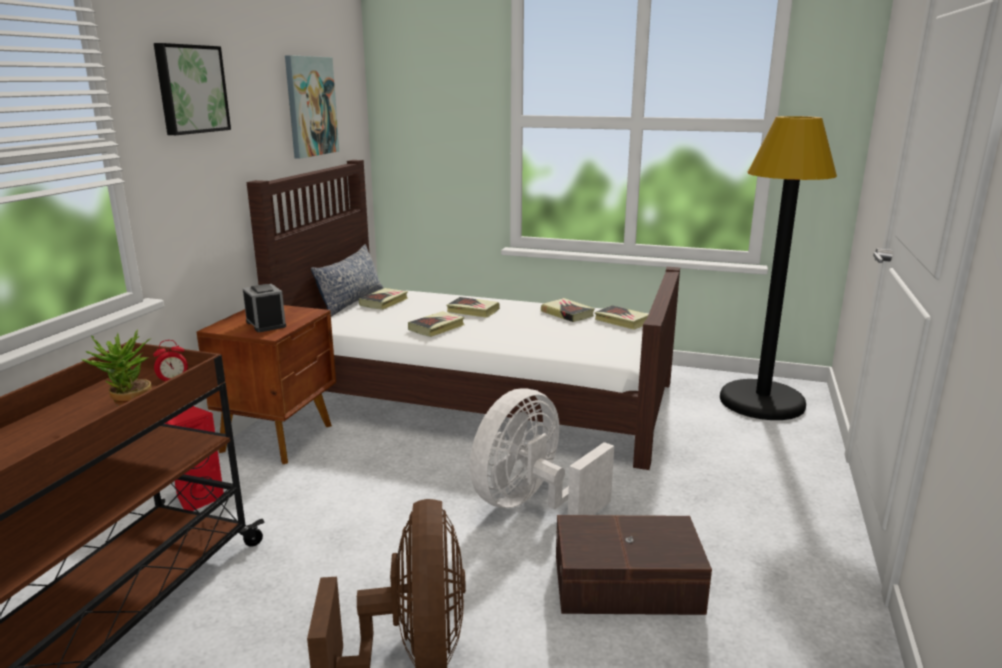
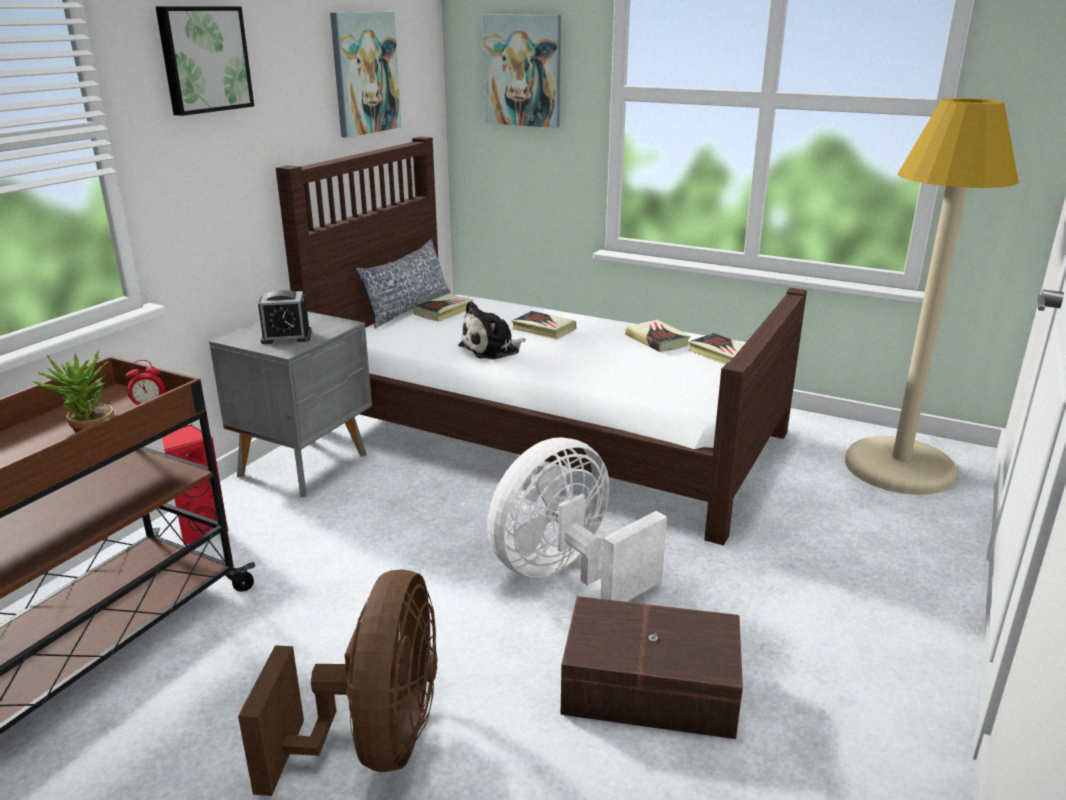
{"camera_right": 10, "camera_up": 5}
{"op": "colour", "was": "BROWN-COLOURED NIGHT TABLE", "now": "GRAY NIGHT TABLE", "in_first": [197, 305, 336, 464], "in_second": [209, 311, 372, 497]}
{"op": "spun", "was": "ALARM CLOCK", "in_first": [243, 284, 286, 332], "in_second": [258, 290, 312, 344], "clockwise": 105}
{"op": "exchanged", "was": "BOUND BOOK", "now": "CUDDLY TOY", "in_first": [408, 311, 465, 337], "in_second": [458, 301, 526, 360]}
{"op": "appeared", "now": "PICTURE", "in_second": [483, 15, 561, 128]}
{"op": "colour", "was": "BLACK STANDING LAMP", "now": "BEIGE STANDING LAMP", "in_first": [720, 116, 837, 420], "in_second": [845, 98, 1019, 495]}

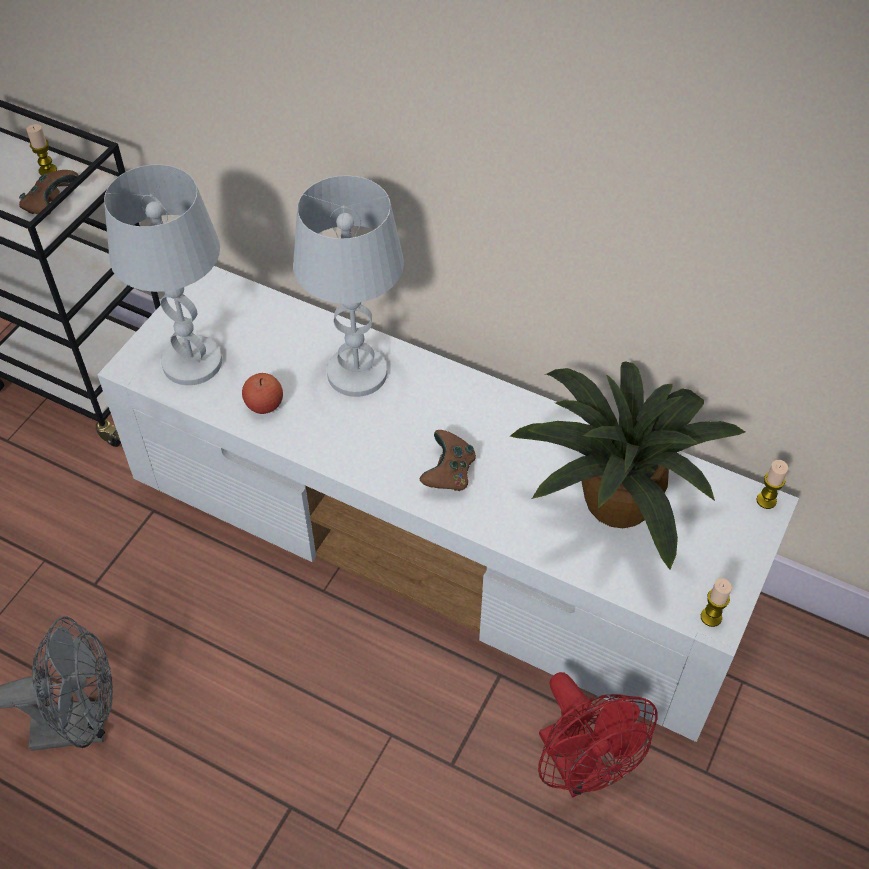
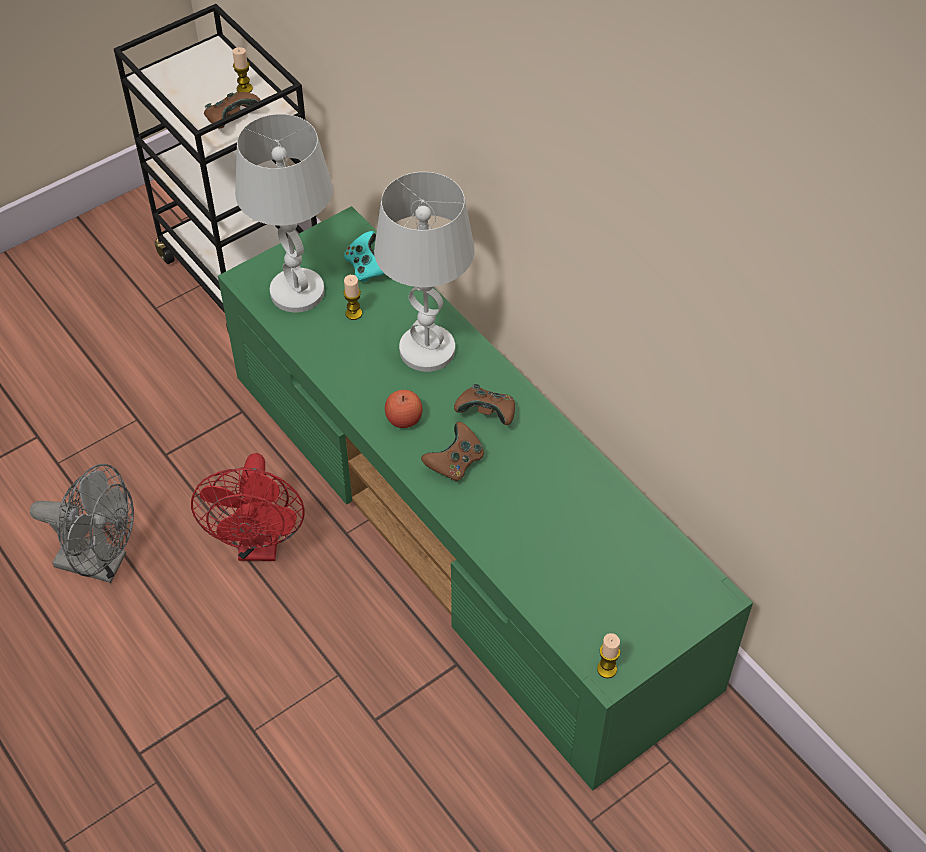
{"camera_right": 25, "camera_up": 0}
{"op": "relocated", "was": "RED-COLOURED ELECTRIC FAN", "in_first": [538, 672, 657, 797], "in_second": [191, 453, 305, 561]}
{"op": "colour", "was": "WHITE MEDIA CONSOLE", "now": "GREEN MEDIA CONSOLE", "in_first": [97, 266, 799, 742], "in_second": [218, 206, 753, 791]}
{"op": "relocated", "was": "CANDLE", "in_first": [756, 460, 788, 509], "in_second": [343, 275, 362, 320]}
{"op": "appeared", "now": "BLUE-GREEN GAME CONTROLLER", "in_second": [344, 231, 385, 283]}
{"op": "relocated", "was": "APPLE", "in_first": [242, 373, 283, 414], "in_second": [385, 390, 422, 428]}
{"op": "appeared", "now": "BROWN-COLOURED GAME CONTROLLER", "in_second": [454, 384, 515, 425]}
{"op": "missing", "was": "POTTED PLANT", "in_first": [510, 361, 745, 570]}

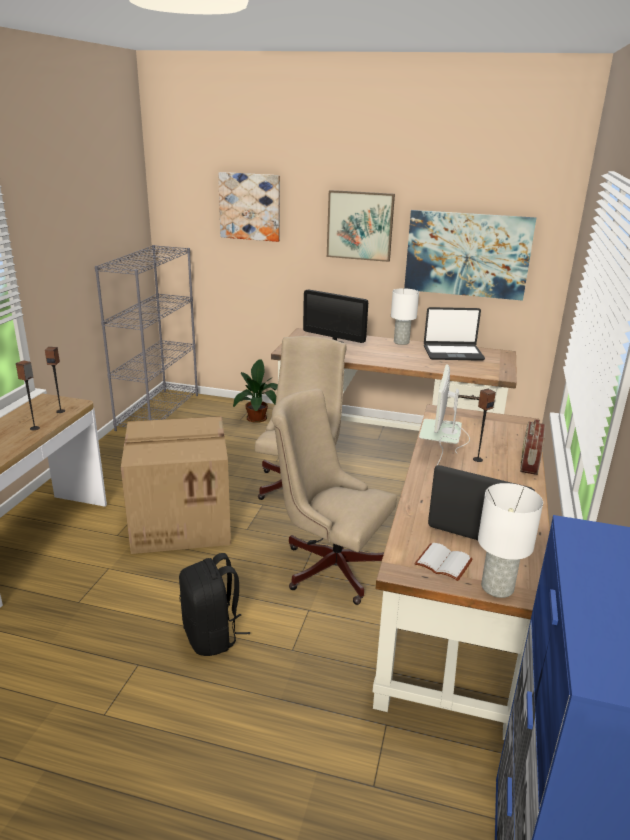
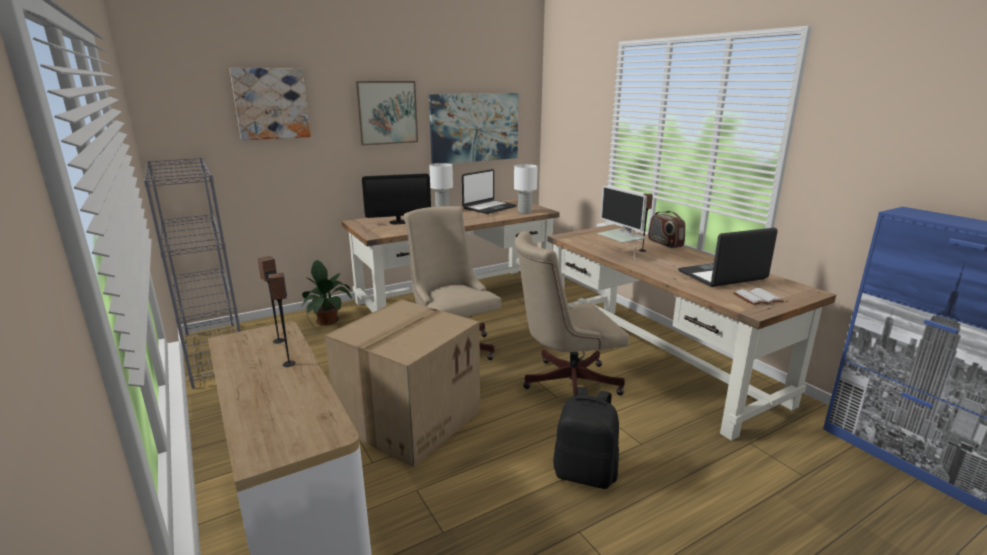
{"camera_right": -45, "camera_up": -5}
{"op": "relocated", "was": "WHITE TABLE LAMP", "in_first": [478, 483, 543, 598], "in_second": [514, 164, 538, 214]}

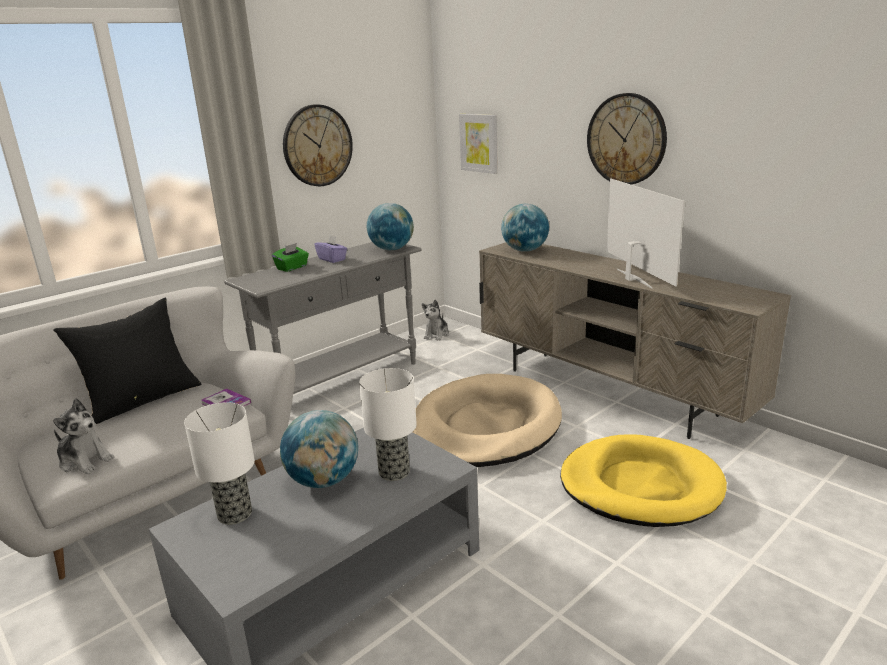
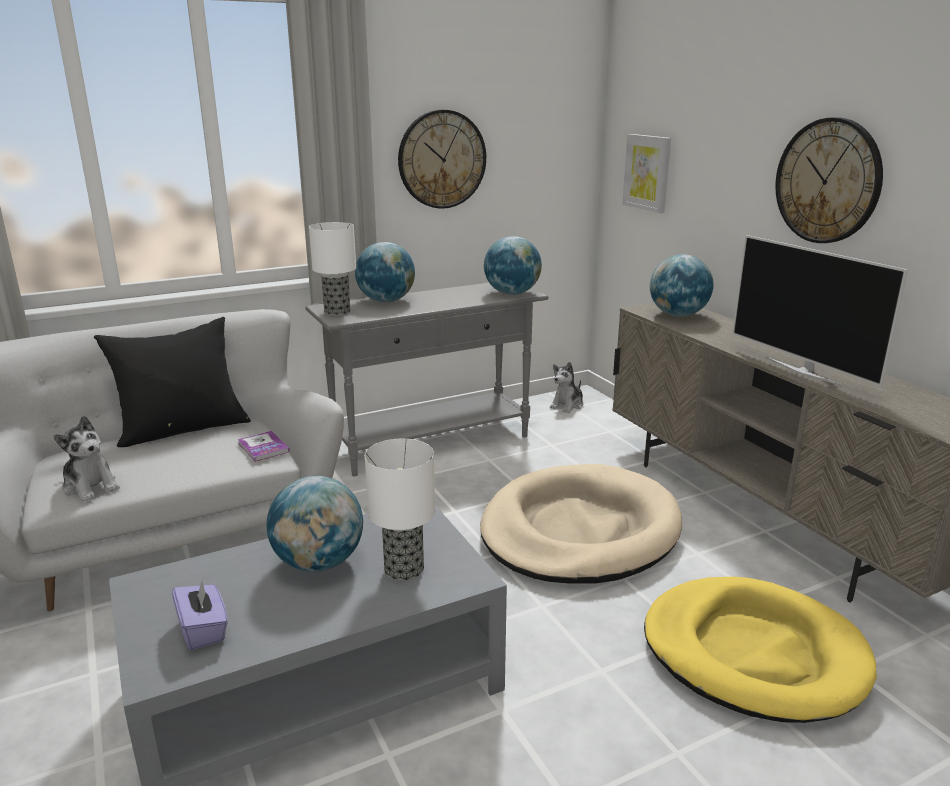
{"camera_right": 15, "camera_up": 0}
{"op": "relocated", "was": "PURPLE-COLOURED TISSUE BOX", "in_first": [314, 235, 347, 263], "in_second": [172, 577, 228, 650]}
{"op": "relocated", "was": "TABLE LAMP", "in_first": [184, 402, 255, 525], "in_second": [309, 222, 356, 316]}
{"op": "exchanged", "was": "GREEN TISSUE BOX", "now": "GLOBE", "in_first": [272, 243, 309, 272], "in_second": [355, 242, 415, 302]}
{"op": "spun", "was": "TELEVISION", "in_first": [607, 179, 685, 288], "in_second": [732, 235, 908, 387], "clockwise": 150}

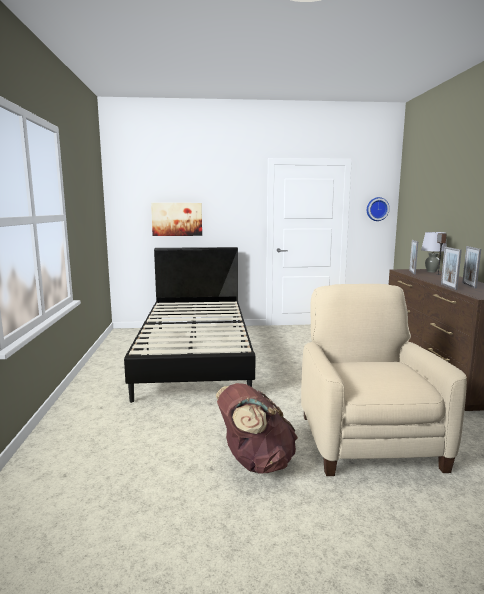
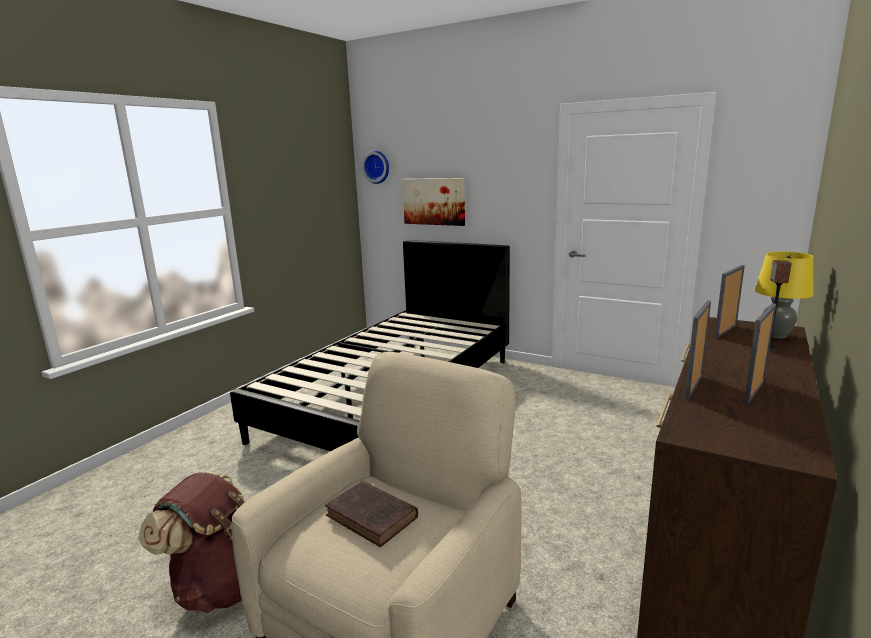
{"camera_right": 35, "camera_up": 5}
{"op": "appeared", "now": "BROWN-COLOURED BOUND BOOK", "in_second": [325, 481, 418, 547]}
{"op": "relocated", "was": "HANGING CLOCK", "in_first": [367, 197, 390, 221], "in_second": [362, 150, 389, 184]}
{"op": "colour", "was": "GRAY TABLE LAMP", "now": "YELLOWISH TABLE LAMP", "in_first": [421, 232, 447, 272], "in_second": [755, 251, 814, 338]}

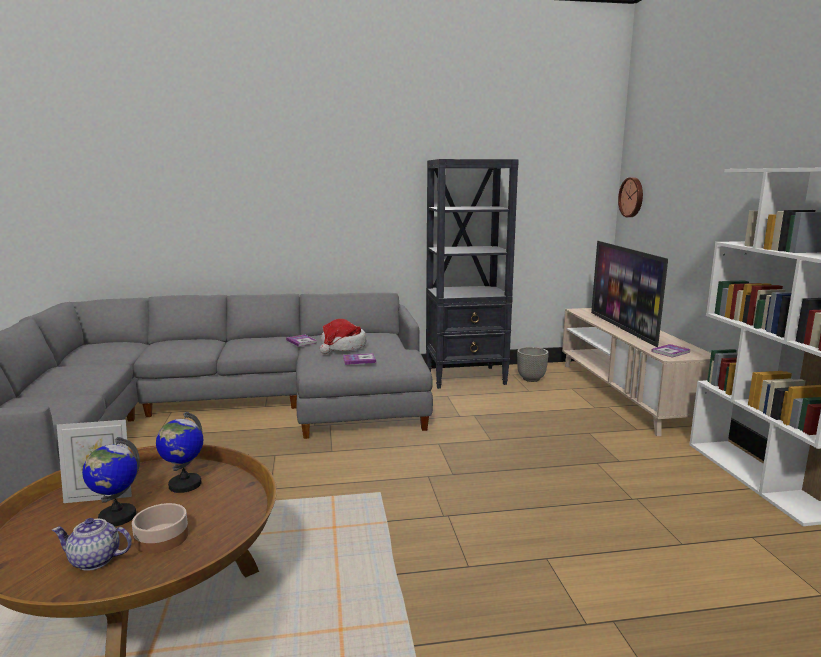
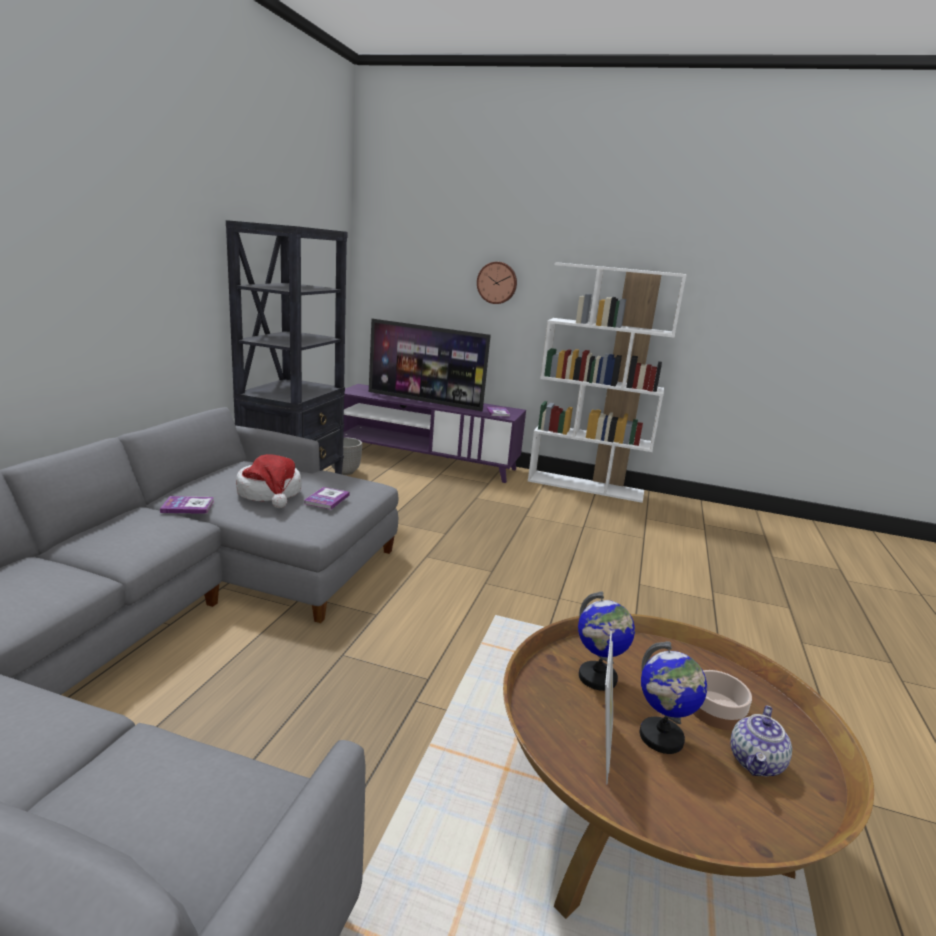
{"camera_right": -65, "camera_up": 5}
{"op": "colour", "was": "BEIGE MEDIA CONSOLE", "now": "PURPLE-COLOURED MEDIA CONSOLE", "in_first": [562, 308, 711, 436], "in_second": [343, 384, 526, 483]}
{"op": "relocated", "was": "HANGING CLOCK", "in_first": [618, 177, 643, 217], "in_second": [477, 262, 517, 304]}

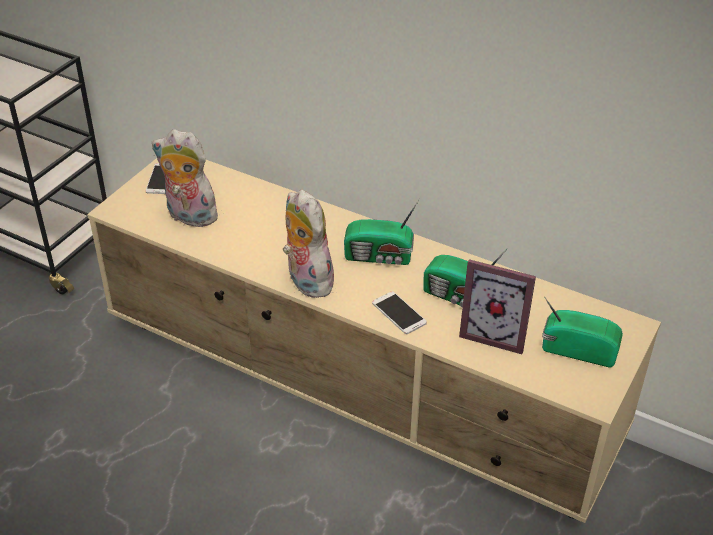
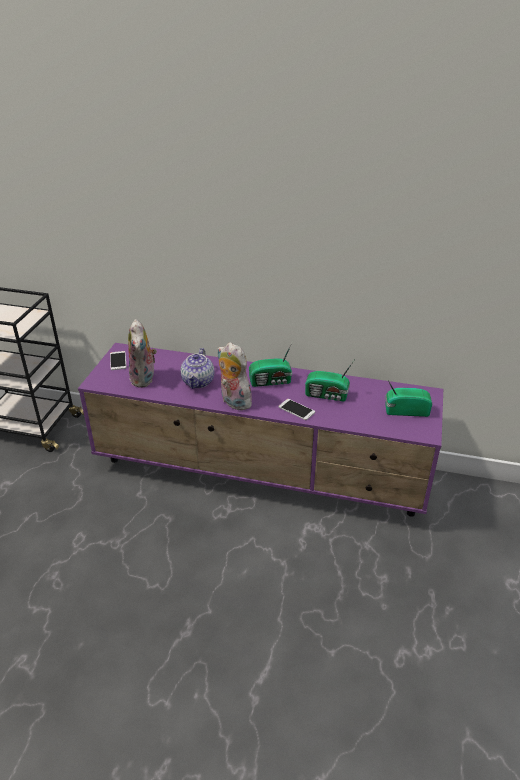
{"camera_right": -15, "camera_up": -5}
{"op": "colour", "was": "BEIGE MEDIA CONSOLE", "now": "PURPLE-COLOURED MEDIA CONSOLE", "in_first": [87, 158, 661, 523], "in_second": [78, 343, 443, 517]}
{"op": "spun", "was": "CUDDLY TOY", "in_first": [152, 129, 218, 227], "in_second": [128, 319, 157, 388], "clockwise": -105}
{"op": "appeared", "now": "POT FOR TEA", "in_second": [181, 348, 214, 389]}
{"op": "missing", "was": "PHOTO FRAME", "in_first": [459, 259, 536, 354]}

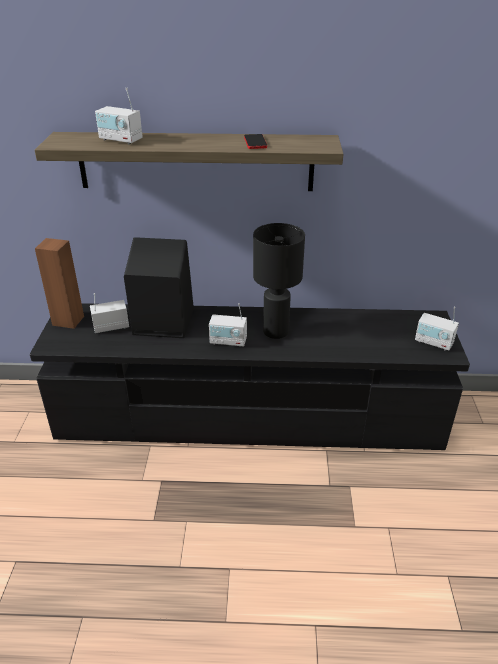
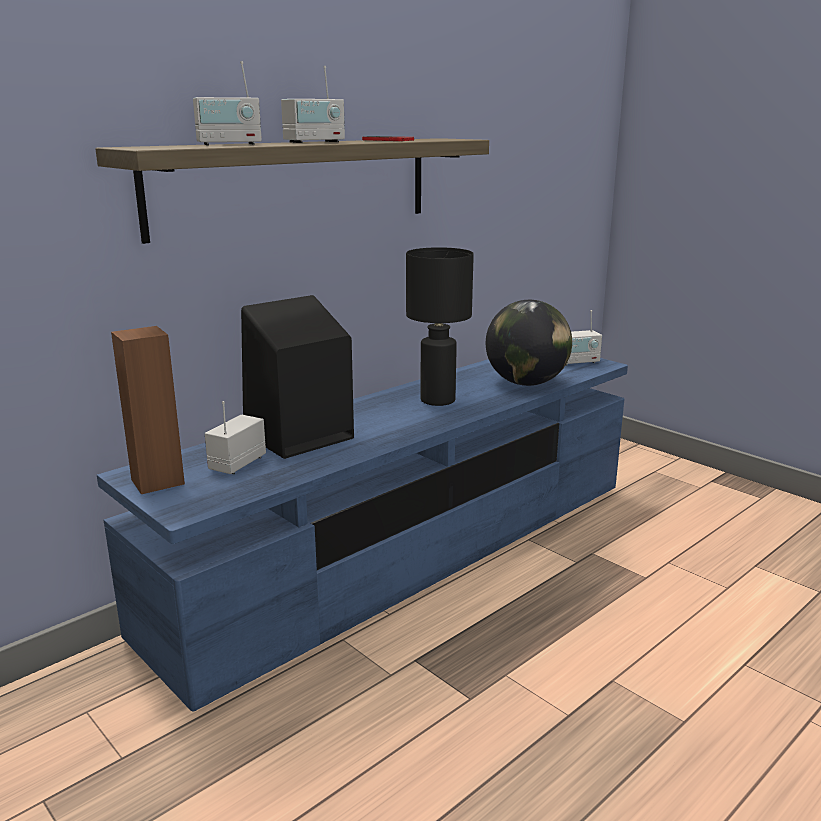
{"camera_right": -45, "camera_up": -15}
{"op": "colour", "was": "BLACK MEDIA CONSOLE", "now": "BLUISH MEDIA CONSOLE", "in_first": [30, 303, 470, 450], "in_second": [97, 358, 628, 711]}
{"op": "relocated", "was": "RADIO RECEIVER", "in_first": [209, 303, 247, 347], "in_second": [281, 66, 345, 143]}
{"op": "appeared", "now": "GLOBE", "in_second": [486, 300, 572, 386]}

